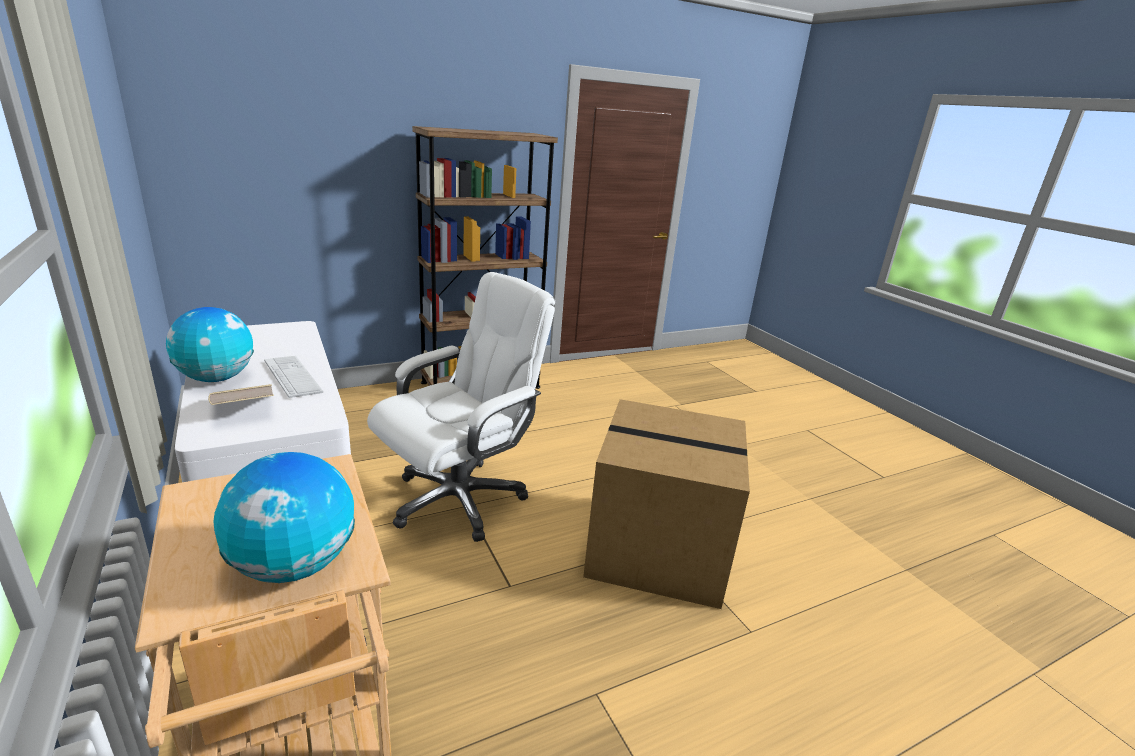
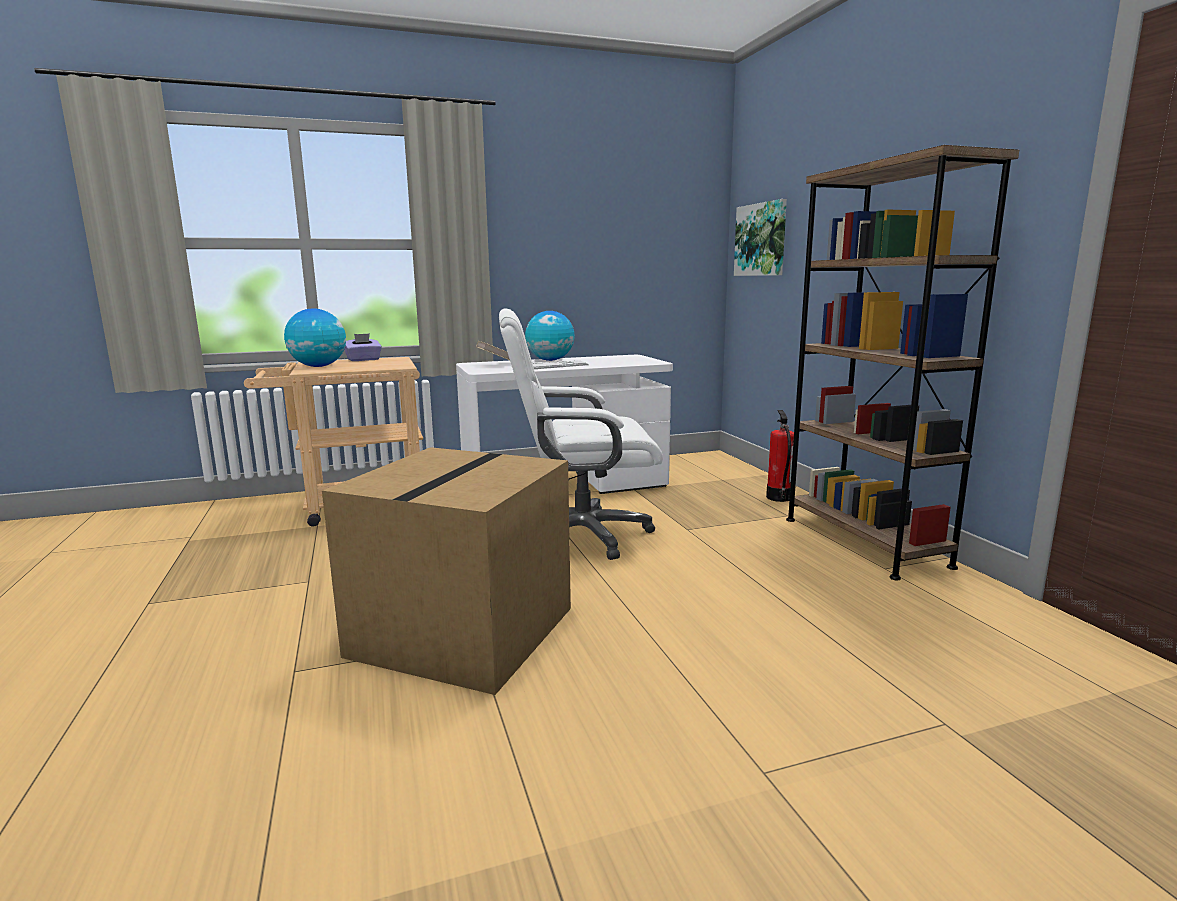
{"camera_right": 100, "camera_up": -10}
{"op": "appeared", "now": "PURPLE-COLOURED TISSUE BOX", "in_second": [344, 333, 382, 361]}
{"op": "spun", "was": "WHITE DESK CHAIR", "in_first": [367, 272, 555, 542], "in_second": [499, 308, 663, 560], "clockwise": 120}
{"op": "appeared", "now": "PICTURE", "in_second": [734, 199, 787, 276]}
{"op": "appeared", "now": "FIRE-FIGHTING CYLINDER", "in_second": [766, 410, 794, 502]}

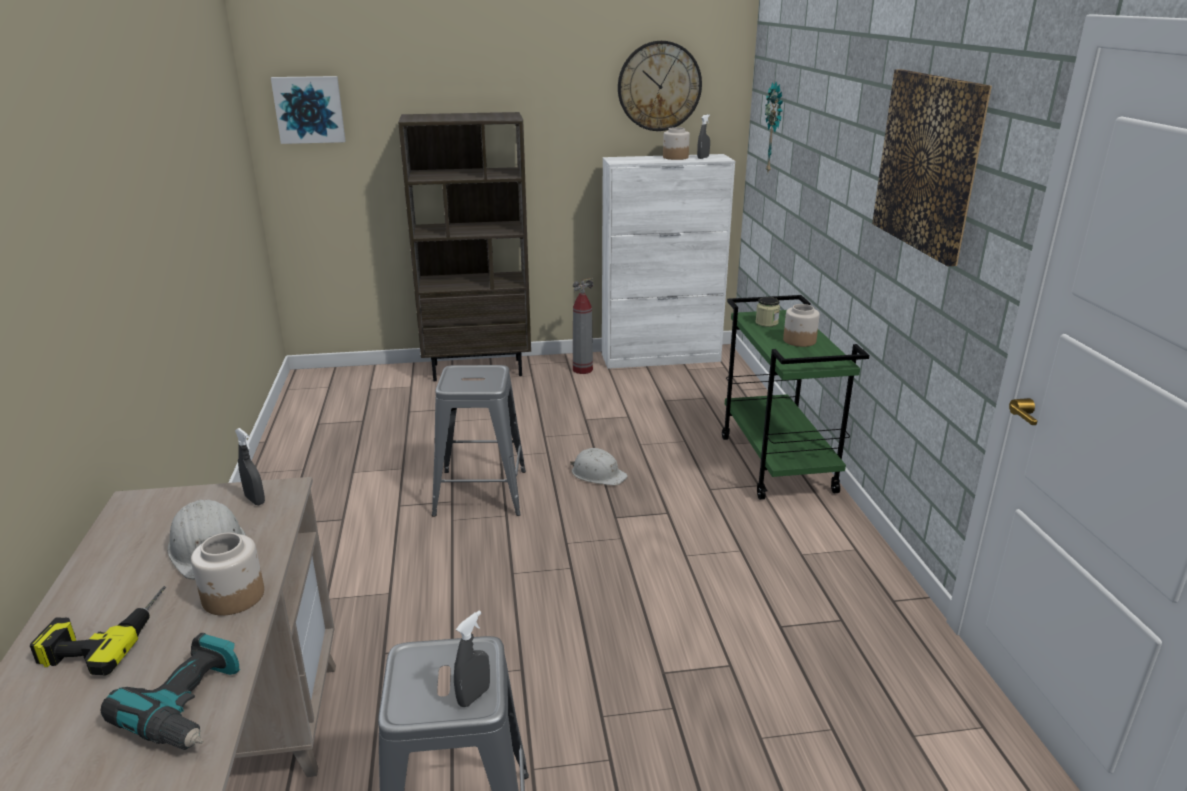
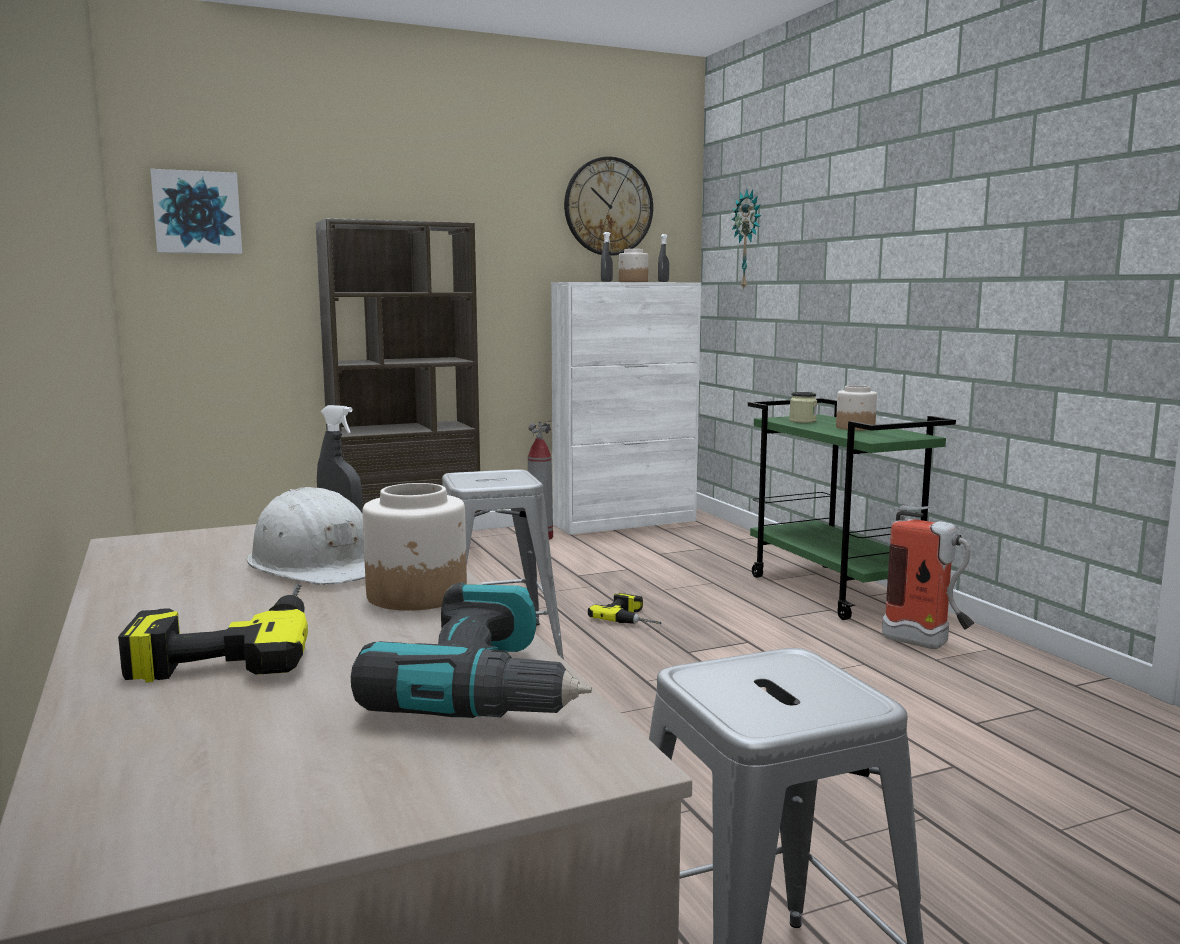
{"camera_right": -15, "camera_up": -15}
{"op": "exchanged", "was": "WHITE SAFETY HELMET", "now": "ELECTRIC DRILL", "in_first": [570, 448, 628, 486], "in_second": [588, 593, 661, 624]}
{"op": "relocated", "was": "GRAY SPRAY BOTTLE", "in_first": [454, 610, 490, 707], "in_second": [601, 232, 613, 282]}
{"op": "appeared", "now": "FIRE-FIGHTING CYLINDER", "in_second": [882, 505, 974, 649]}
{"op": "missing", "was": "PICTURE", "in_first": [872, 69, 992, 266]}

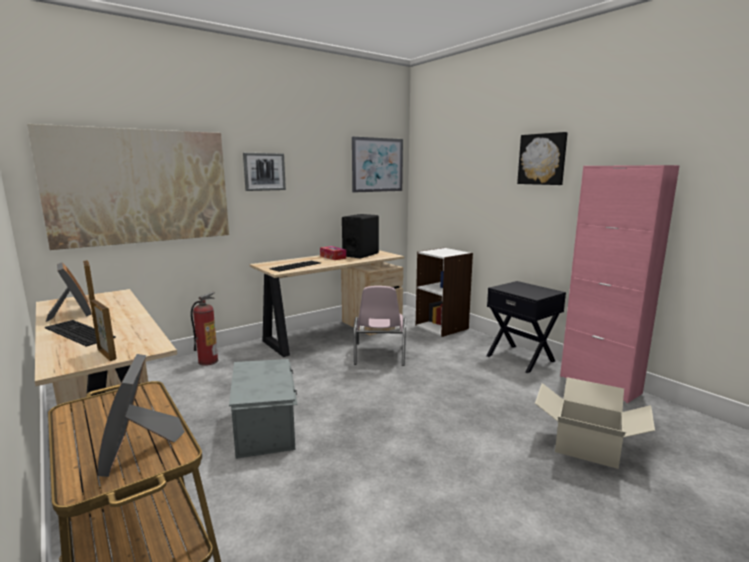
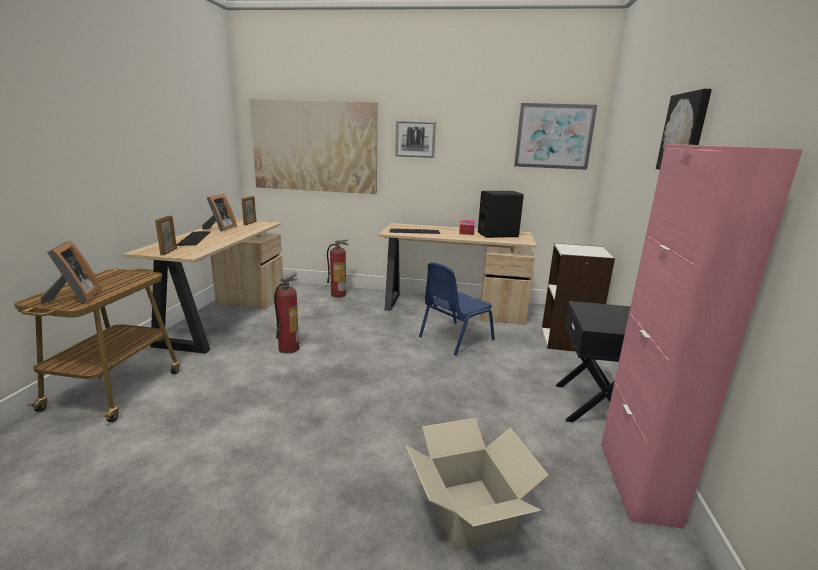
{"camera_right": 45, "camera_up": 5}
{"op": "spun", "was": "PHOTO FRAME", "in_first": [97, 354, 185, 477], "in_second": [41, 241, 101, 304], "clockwise": 135}
{"op": "exchanged", "was": "GRAY STORAGE BIN", "now": "FIRE-FIGHTING CYLINDER", "in_first": [229, 359, 298, 459], "in_second": [274, 273, 300, 354]}
{"op": "colour", "was": "PINK CHAIR", "now": "BLUISH CHAIR", "in_first": [354, 286, 406, 366], "in_second": [419, 262, 495, 355]}

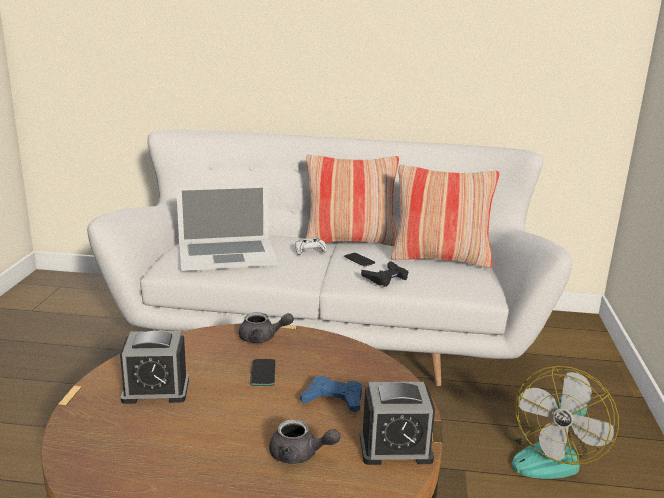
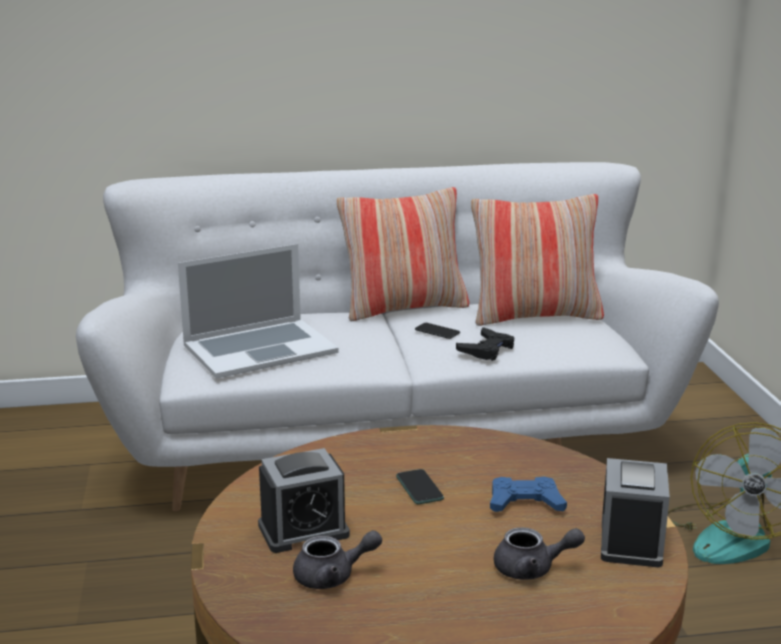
{"camera_right": -15, "camera_up": 0}
{"op": "relocated", "was": "GRAY POT FOR TEA", "in_first": [239, 312, 294, 343], "in_second": [293, 530, 382, 589]}
{"op": "spun", "was": "ALARM CLOCK", "in_first": [360, 382, 435, 465], "in_second": [601, 458, 670, 567], "clockwise": -60}
{"op": "missing", "was": "WHITE GAME CONTROLLER", "in_first": [295, 238, 327, 255]}

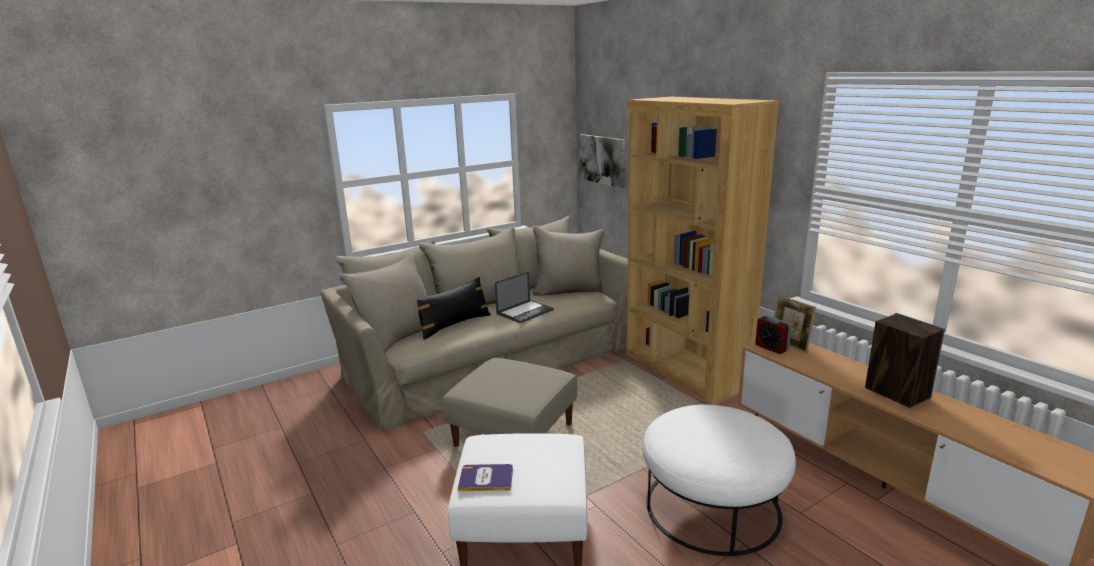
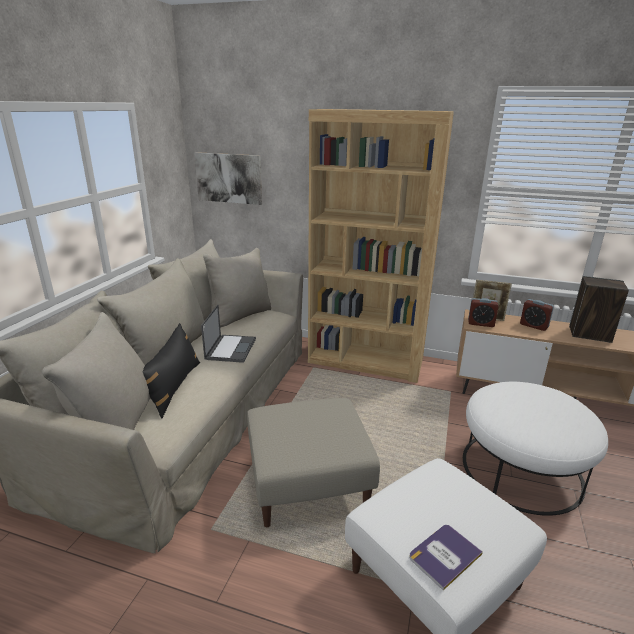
{"camera_right": -40, "camera_up": 5}
{"op": "appeared", "now": "ALARM CLOCK", "in_second": [520, 299, 554, 331]}

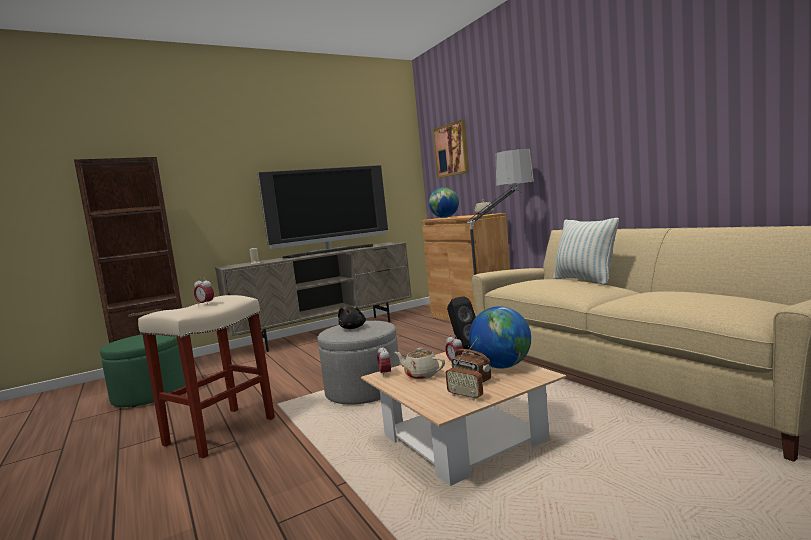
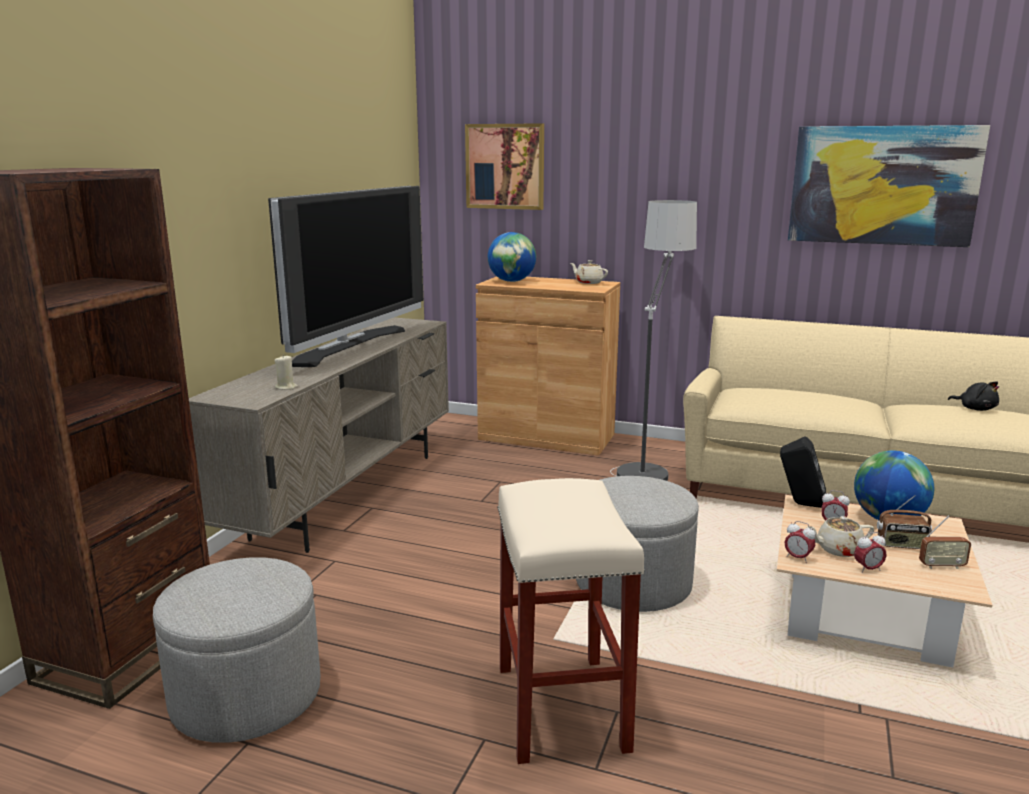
{"camera_right": -40, "camera_up": 10}
{"op": "colour", "was": "GREEN POUFFE", "now": "GRAY POUFFE", "in_first": [100, 334, 186, 407], "in_second": [153, 557, 320, 743]}
{"op": "appeared", "now": "PICTURE", "in_second": [788, 125, 990, 247]}
{"op": "relocated", "was": "ALARM CLOCK", "in_first": [194, 277, 214, 305], "in_second": [854, 532, 886, 573]}
{"op": "relocated", "was": "BLACK CUDDLY TOY", "in_first": [338, 307, 366, 329], "in_second": [948, 382, 999, 411]}
{"op": "missing", "was": "PILLOW", "in_first": [553, 218, 619, 285]}

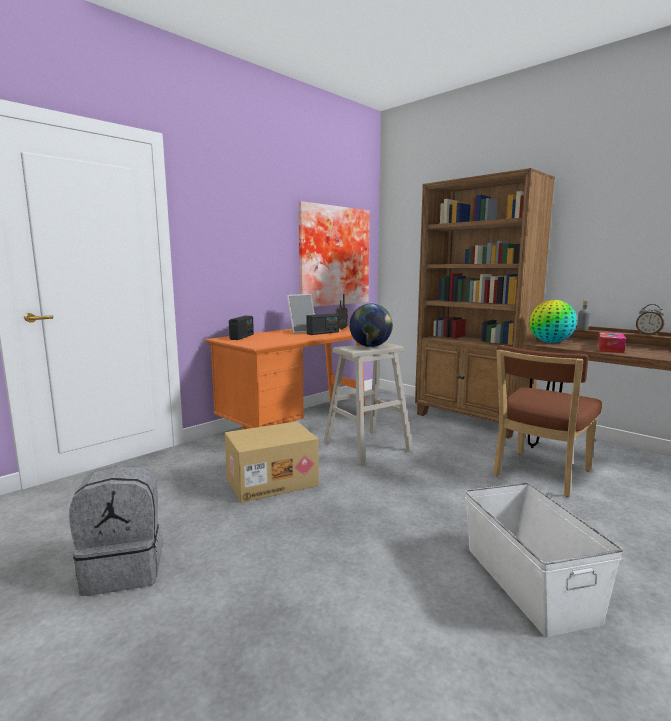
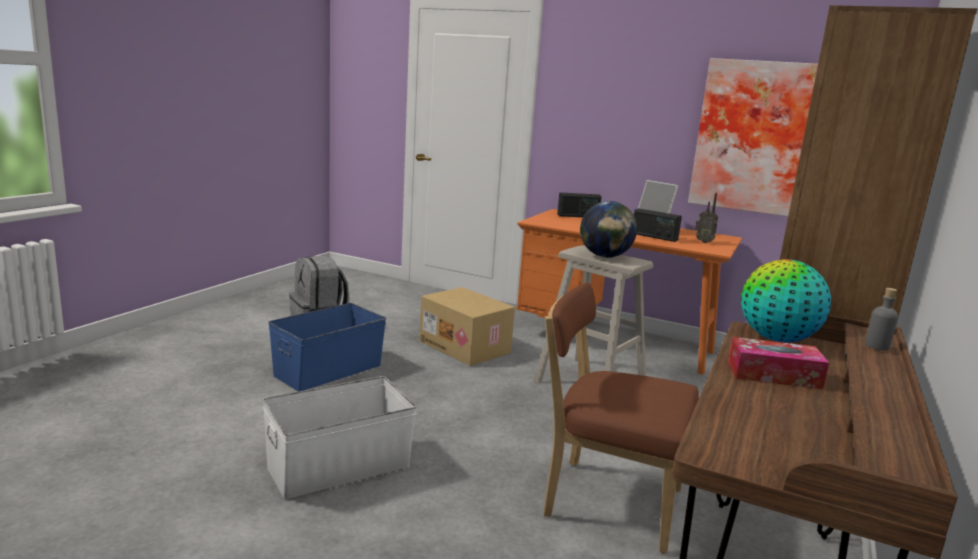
{"camera_right": 70, "camera_up": 5}
{"op": "appeared", "now": "BLUISH STORAGE BIN", "in_second": [268, 303, 386, 392]}
{"op": "missing", "was": "ALARM CLOCK", "in_first": [636, 304, 664, 336]}

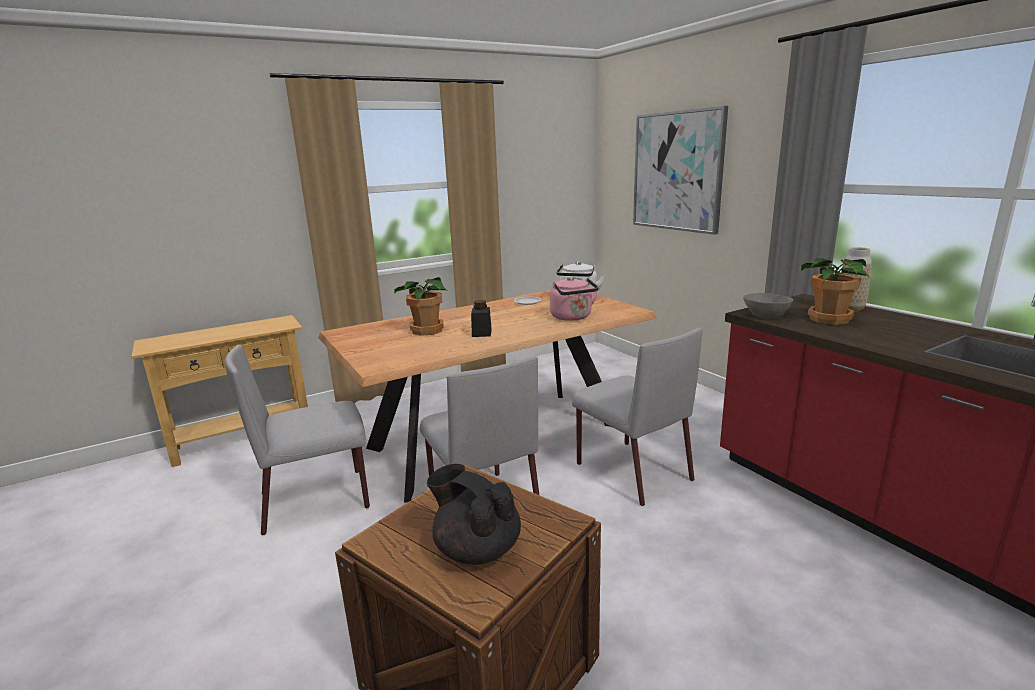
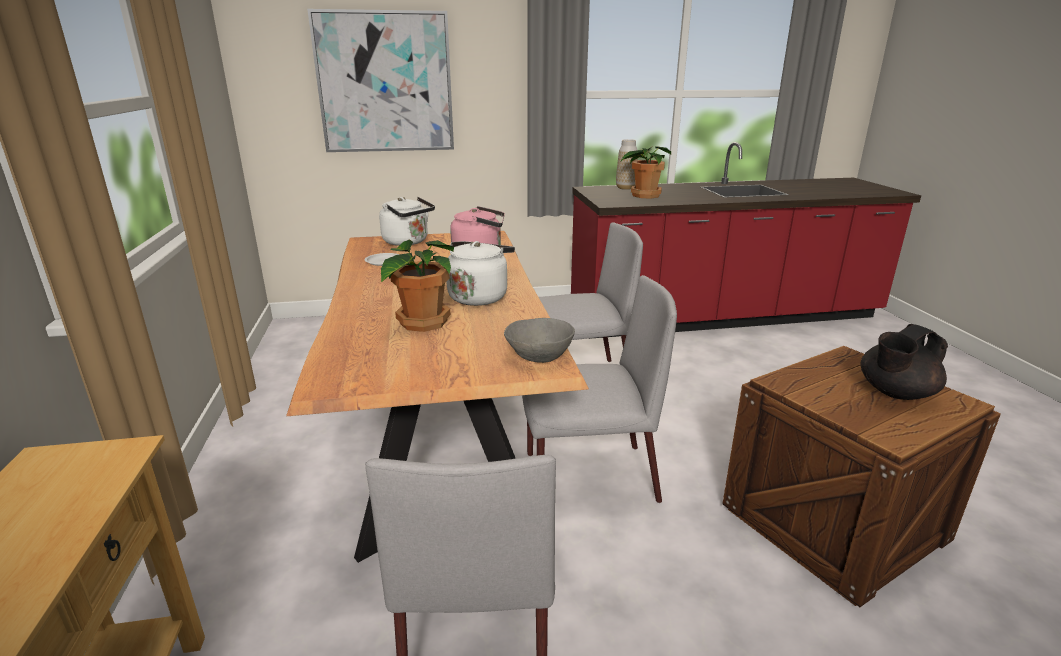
{"camera_right": -70, "camera_up": 5}
{"op": "exchanged", "was": "BLACK JAR", "now": "WHITE WATER KETTLE", "in_first": [471, 300, 492, 337], "in_second": [446, 241, 515, 306]}
{"op": "relocated", "was": "GRAY DEEP DISH", "in_first": [743, 293, 793, 319], "in_second": [504, 318, 575, 363]}

